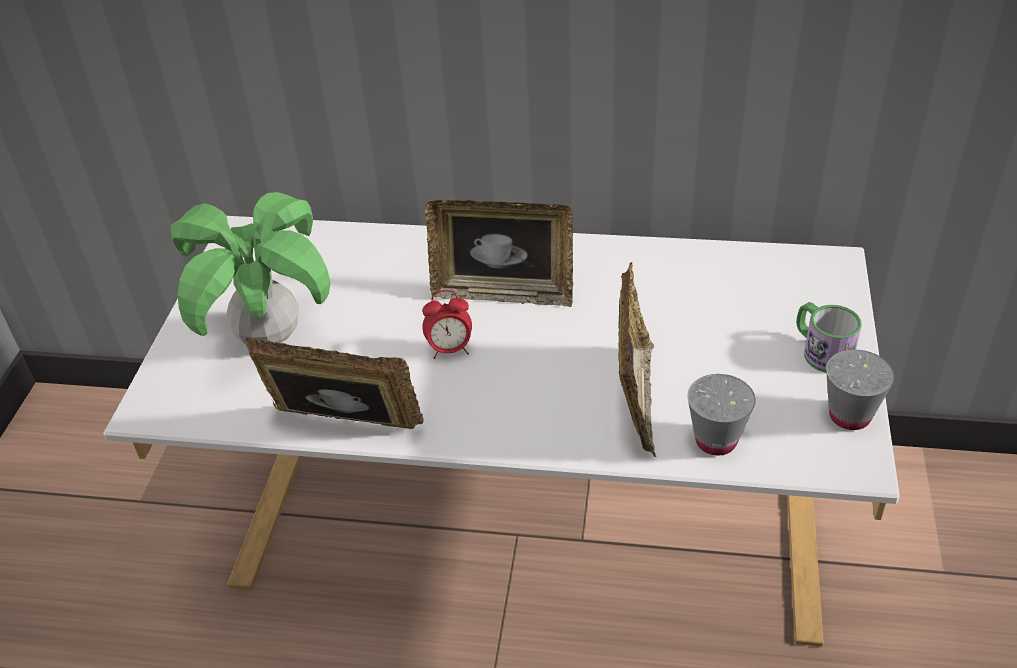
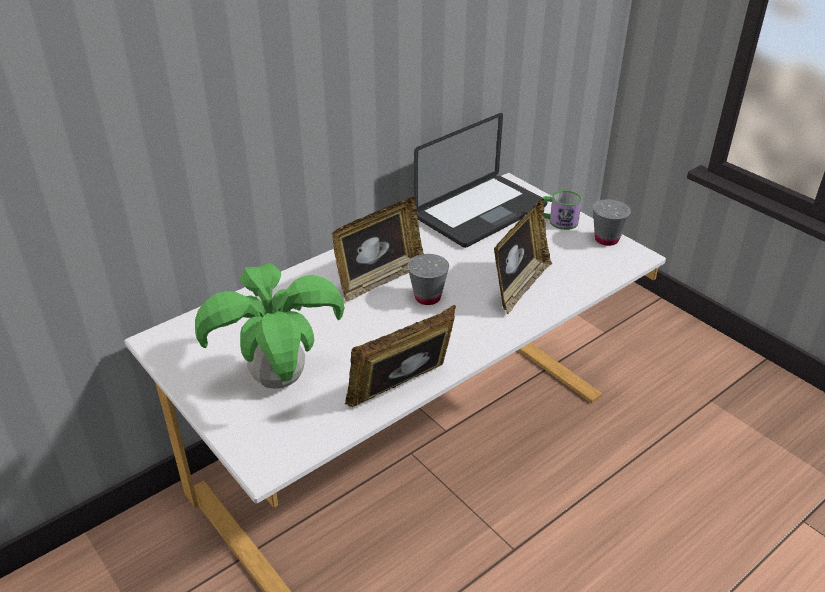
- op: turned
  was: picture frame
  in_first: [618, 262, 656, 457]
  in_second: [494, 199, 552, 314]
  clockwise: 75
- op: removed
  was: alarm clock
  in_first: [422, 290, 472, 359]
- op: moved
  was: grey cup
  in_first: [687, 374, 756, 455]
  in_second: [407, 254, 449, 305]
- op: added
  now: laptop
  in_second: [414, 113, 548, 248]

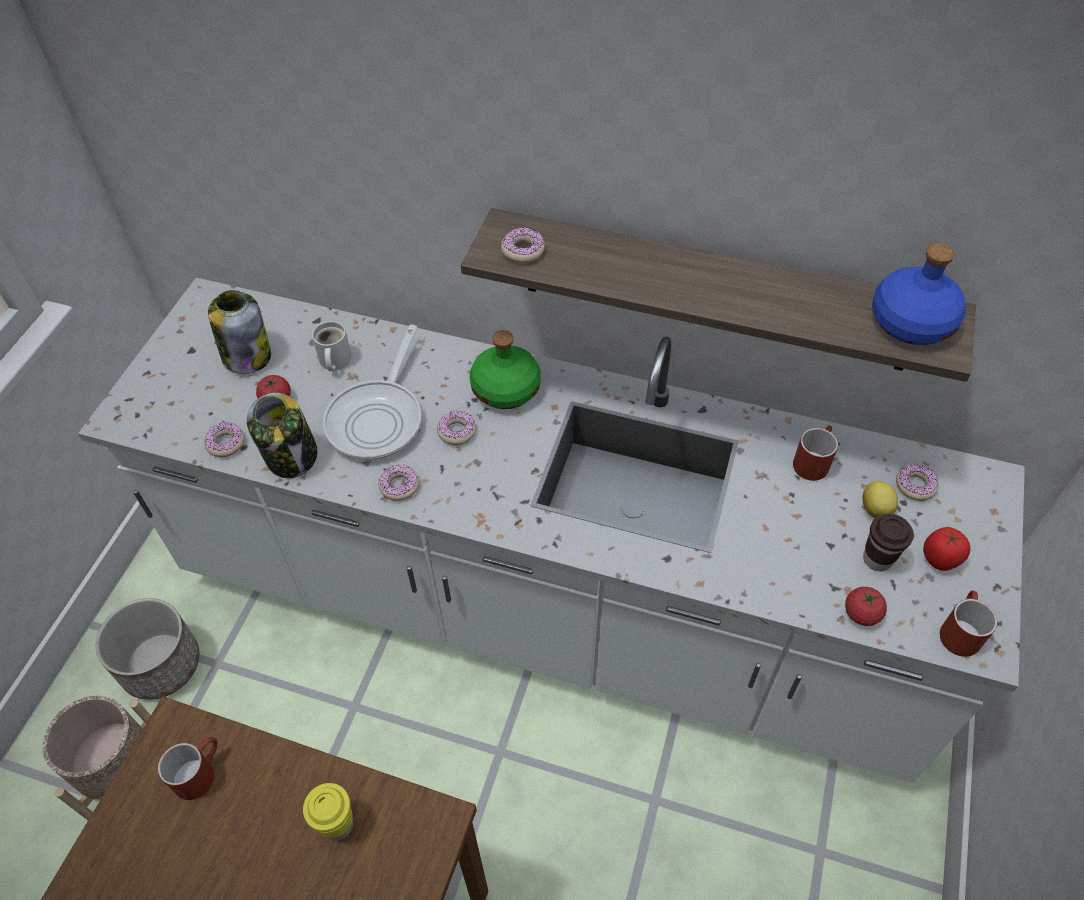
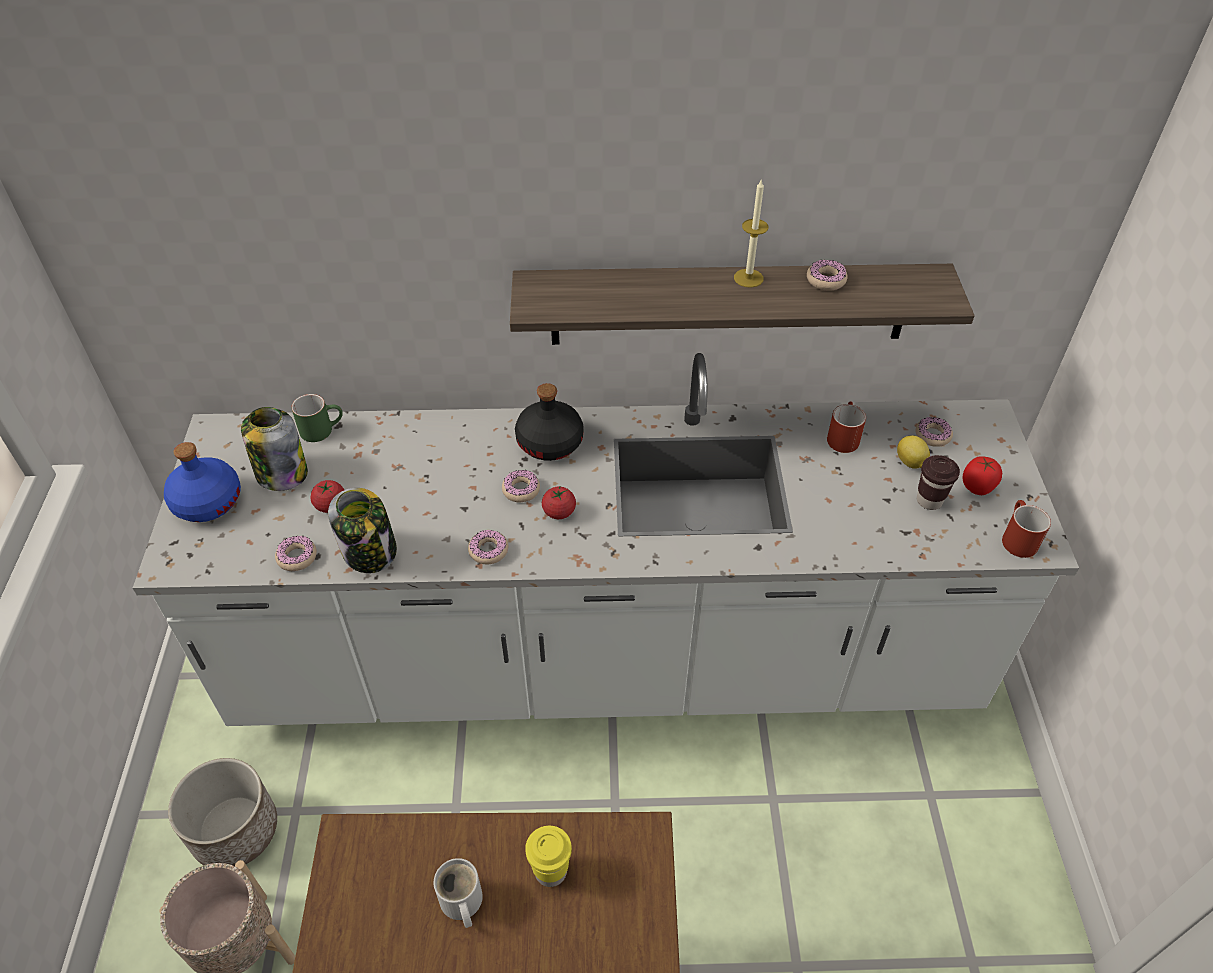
- op: moved
  was: donut
  in_first: [501, 227, 545, 263]
  in_second: [807, 260, 848, 291]
- op: moved
  was: blue bottle
  in_first: [872, 244, 966, 345]
  in_second: [164, 442, 241, 522]
- op: moved
  was: white mug
  in_first: [312, 321, 352, 371]
  in_second: [434, 858, 483, 928]
- op: removed
  was: frying pan
  in_first: [323, 325, 422, 460]
- op: recoloured
  was: green bottle
  now: black bottle
  in_first: [470, 330, 541, 409]
  in_second: [515, 383, 584, 461]
- op: moved
  was: tomato
  in_first: [845, 587, 887, 626]
  in_second: [542, 485, 576, 519]
- op: removed
  was: red mug
  in_first: [158, 737, 217, 800]
- op: added
  now: candle
  in_second: [734, 178, 768, 288]
- op: added
  now: green mug
  in_second: [291, 394, 343, 442]

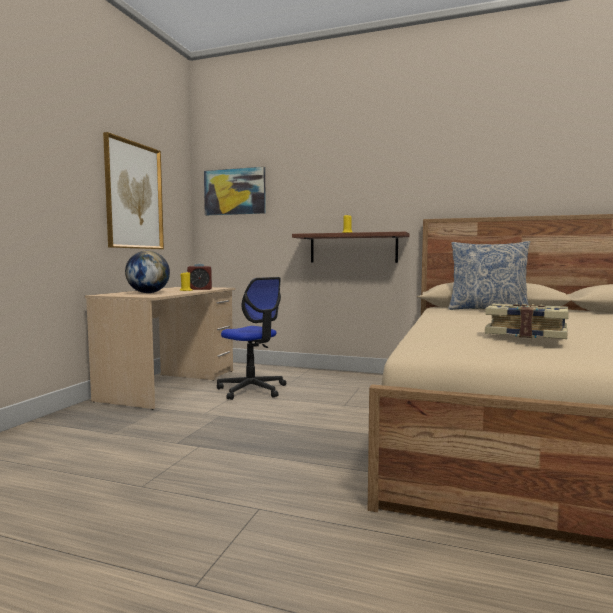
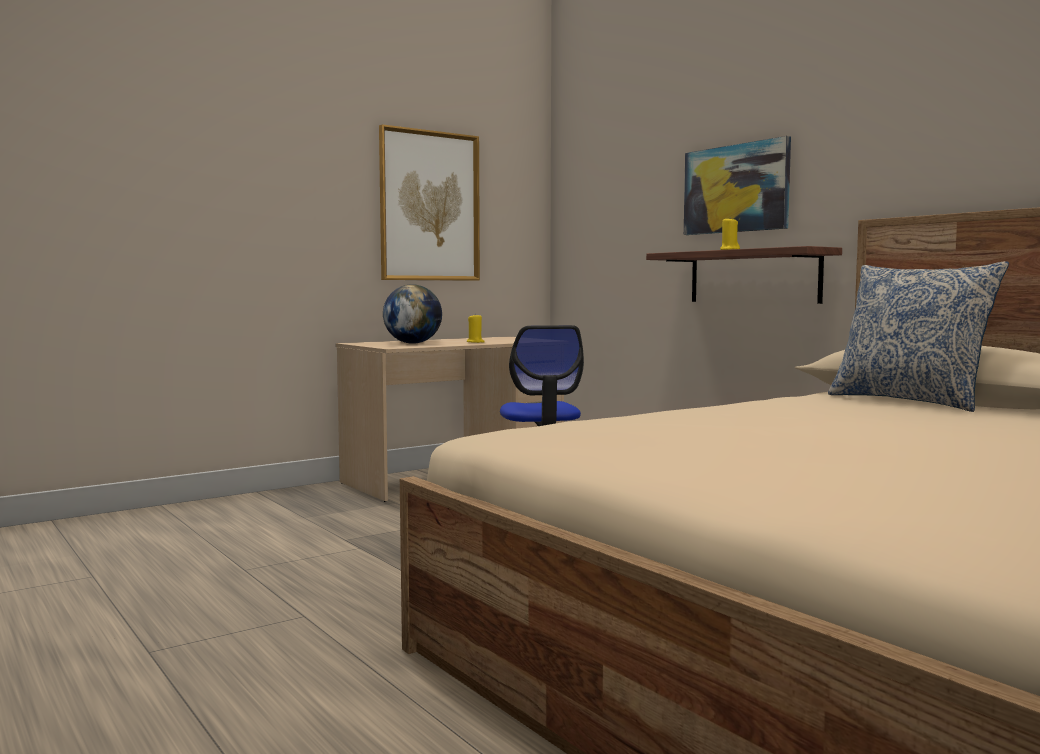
- op: moved
  was: picture
  in_first: [204, 167, 266, 215]
  in_second: [684, 136, 791, 235]
- op: removed
  was: alarm clock
  in_first: [187, 264, 212, 290]
- op: removed
  was: book
  in_first: [485, 303, 569, 339]

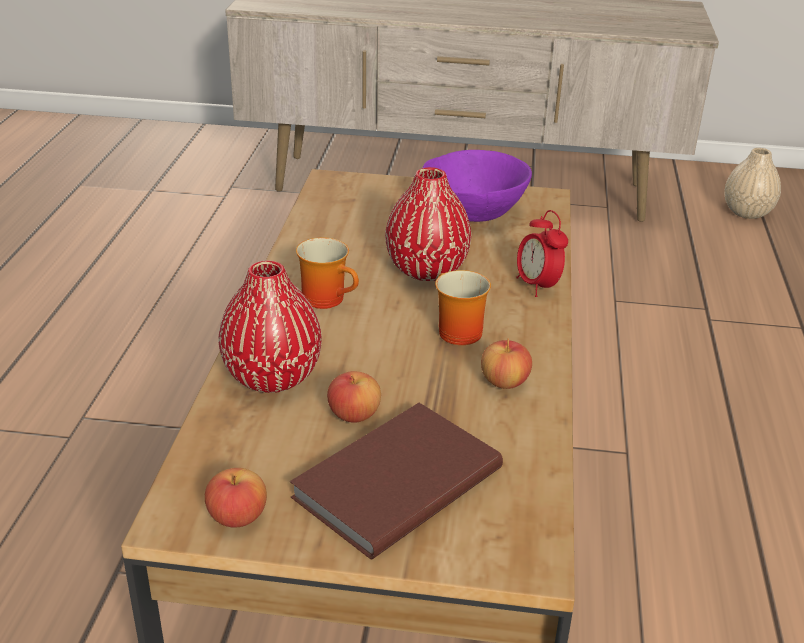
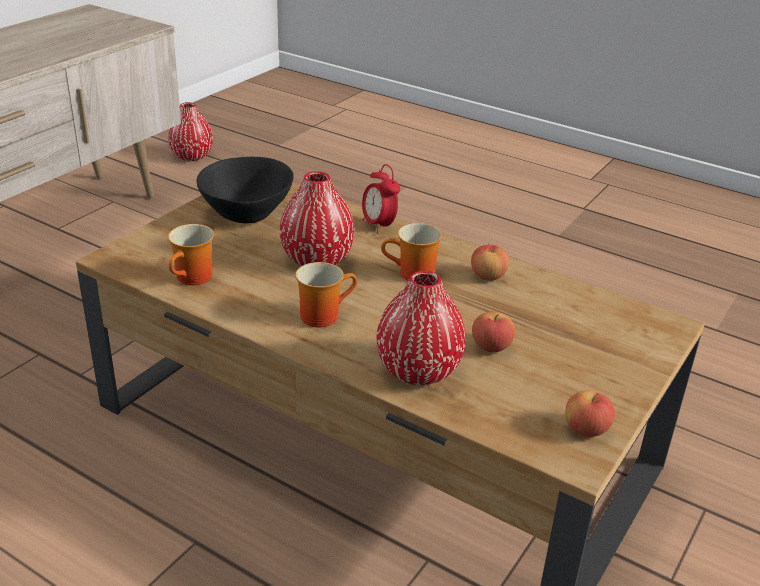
- op: recoloured
  was: beige vase
  now: red vase
  in_first: [725, 148, 781, 219]
  in_second: [168, 102, 213, 161]
- op: recoloured
  was: purple bowl
  now: black bowl
  in_first: [422, 150, 532, 222]
  in_second: [196, 157, 293, 223]
- op: turned
  was: alarm clock
  in_first: [516, 210, 568, 297]
  in_second: [362, 164, 400, 234]
  clockwise: 60
- op: removed
  was: brown book
  in_first: [290, 403, 503, 559]
- op: added
  now: mug
  in_second: [168, 224, 214, 285]

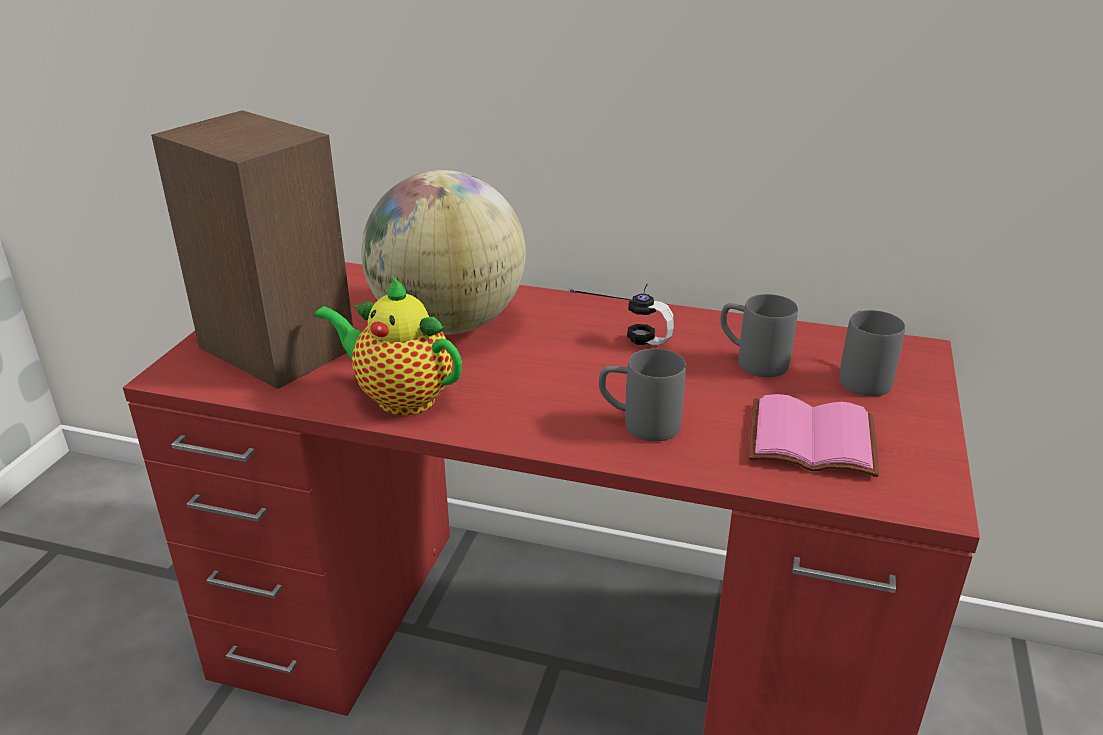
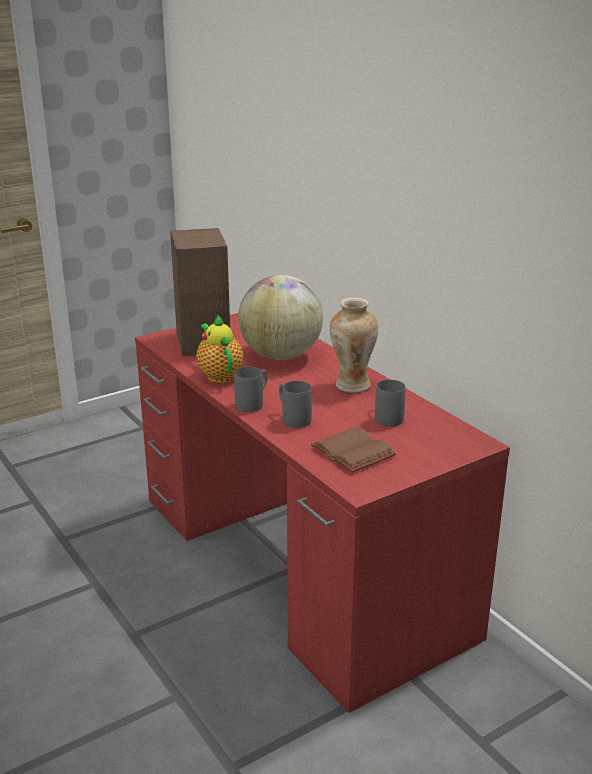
- op: replaced
  was: headphones
  now: vase
  in_first: [569, 283, 674, 345]
  in_second: [330, 298, 378, 393]
- op: moved
  was: grey mug
  in_first: [839, 310, 905, 396]
  in_second: [234, 367, 267, 412]
- op: recoloured
  was: pink book
  now: brown book
  in_first: [748, 394, 879, 477]
  in_second: [311, 427, 396, 473]

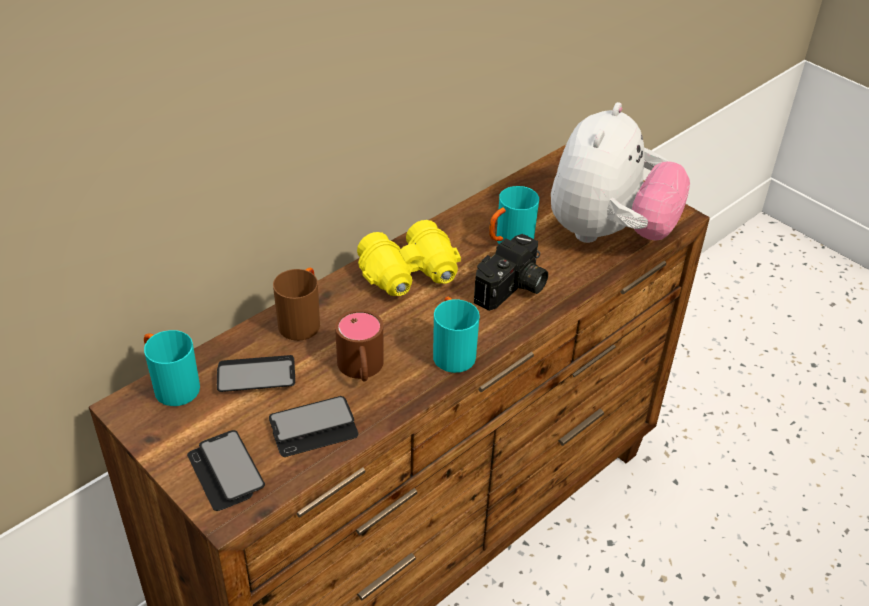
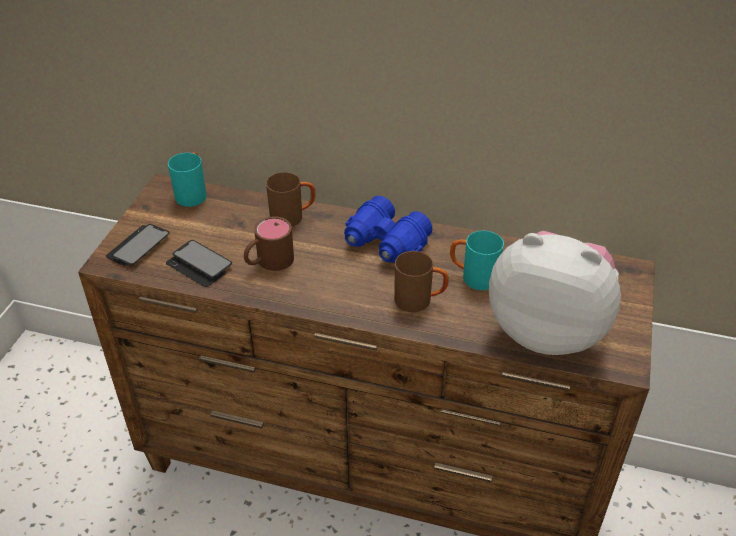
- op: turned
  was: plush toy
  in_first: [551, 102, 690, 243]
  in_second: [489, 231, 621, 355]
  clockwise: -150
- op: recoloured
  was: yellow binoculars
  now: blue binoculars
  in_first: [357, 220, 461, 296]
  in_second: [344, 196, 432, 263]
- op: replaced
  was: photo camera
  now: brown mug
  in_first: [474, 234, 548, 311]
  in_second: [394, 251, 449, 312]
- op: removed
  was: turquoise mug
  in_first: [433, 297, 480, 373]
- op: removed
  was: phone
  in_first: [217, 355, 295, 392]

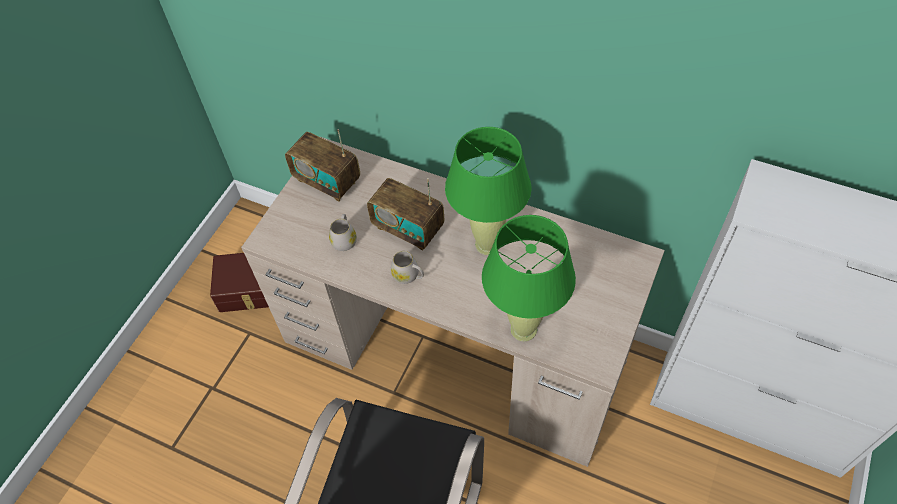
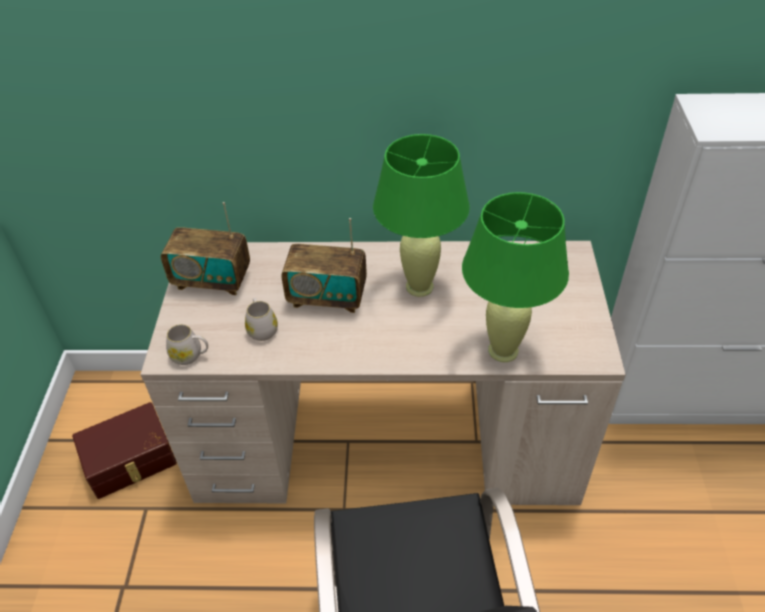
- op: moved
  was: white mug
  in_first: [391, 251, 424, 284]
  in_second: [166, 324, 208, 365]

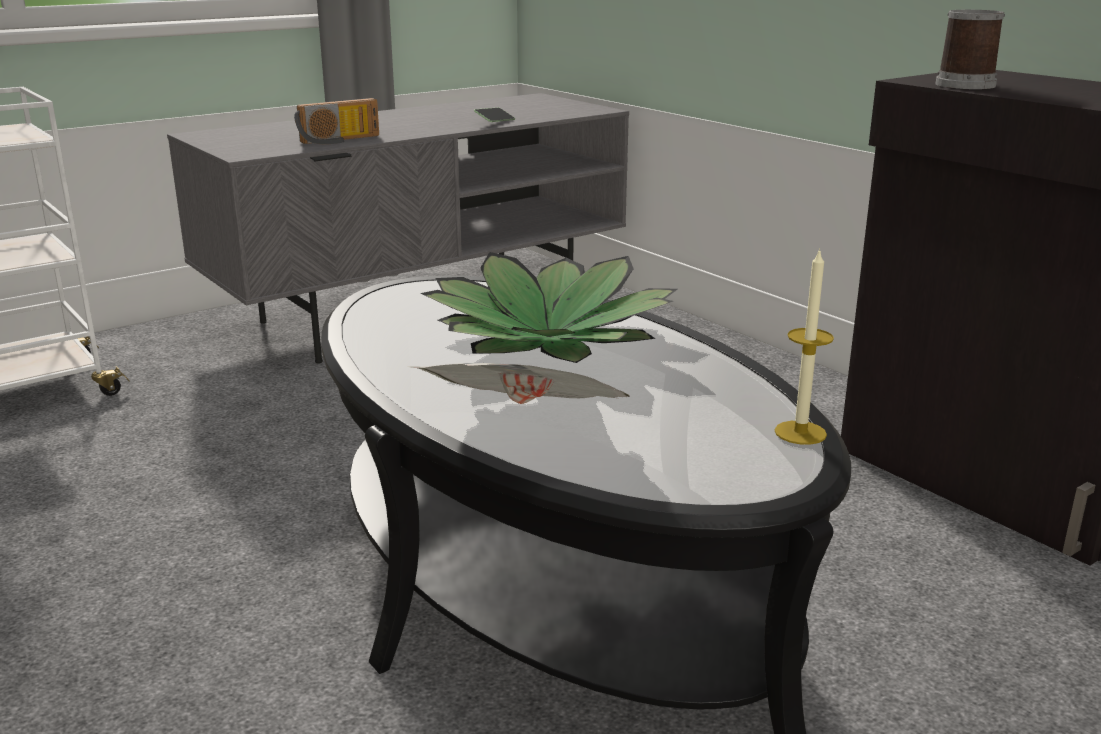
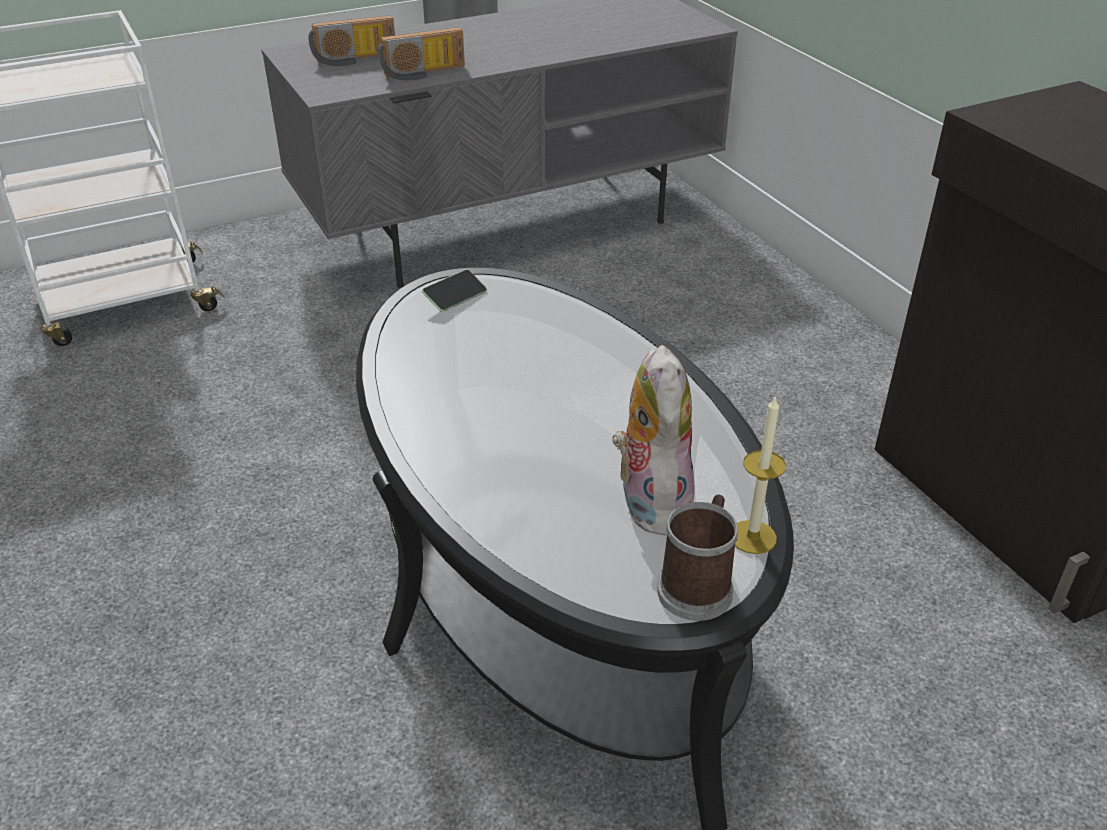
- op: moved
  was: mug
  in_first: [935, 10, 1005, 89]
  in_second: [657, 495, 738, 621]
- op: moved
  was: phone
  in_first: [474, 108, 515, 122]
  in_second: [422, 269, 487, 312]
- op: removed
  was: potted plant
  in_first: [421, 252, 678, 363]
- op: removed
  was: newspaper
  in_first: [408, 363, 630, 404]
- op: added
  now: radio
  in_second: [308, 15, 395, 66]
- op: added
  now: plush toy
  in_second: [613, 345, 695, 536]

